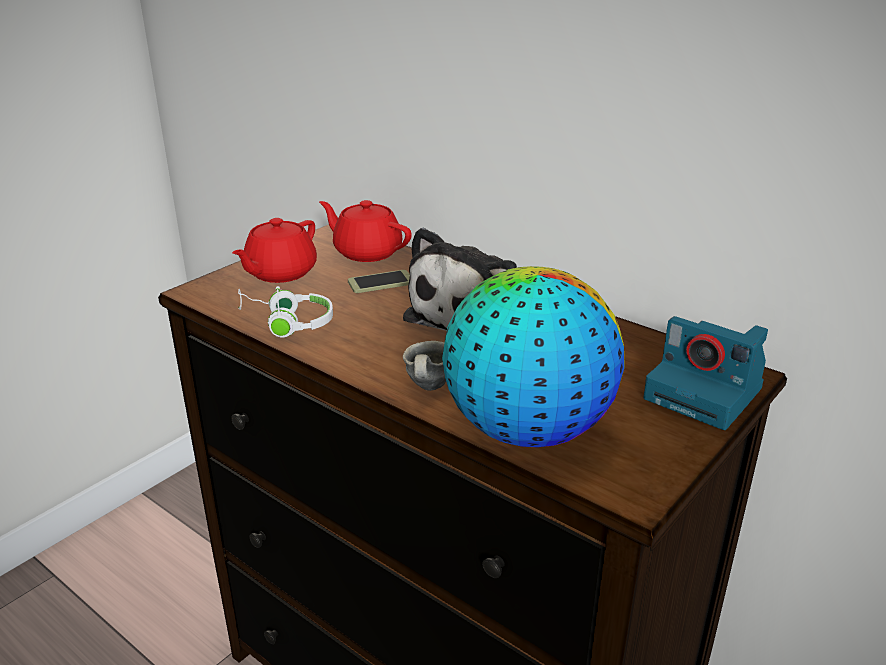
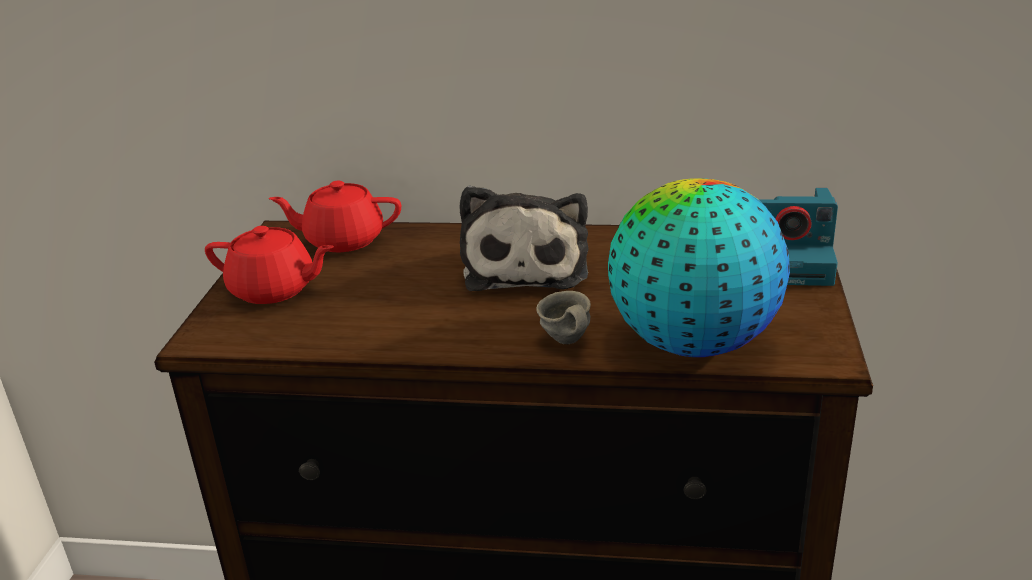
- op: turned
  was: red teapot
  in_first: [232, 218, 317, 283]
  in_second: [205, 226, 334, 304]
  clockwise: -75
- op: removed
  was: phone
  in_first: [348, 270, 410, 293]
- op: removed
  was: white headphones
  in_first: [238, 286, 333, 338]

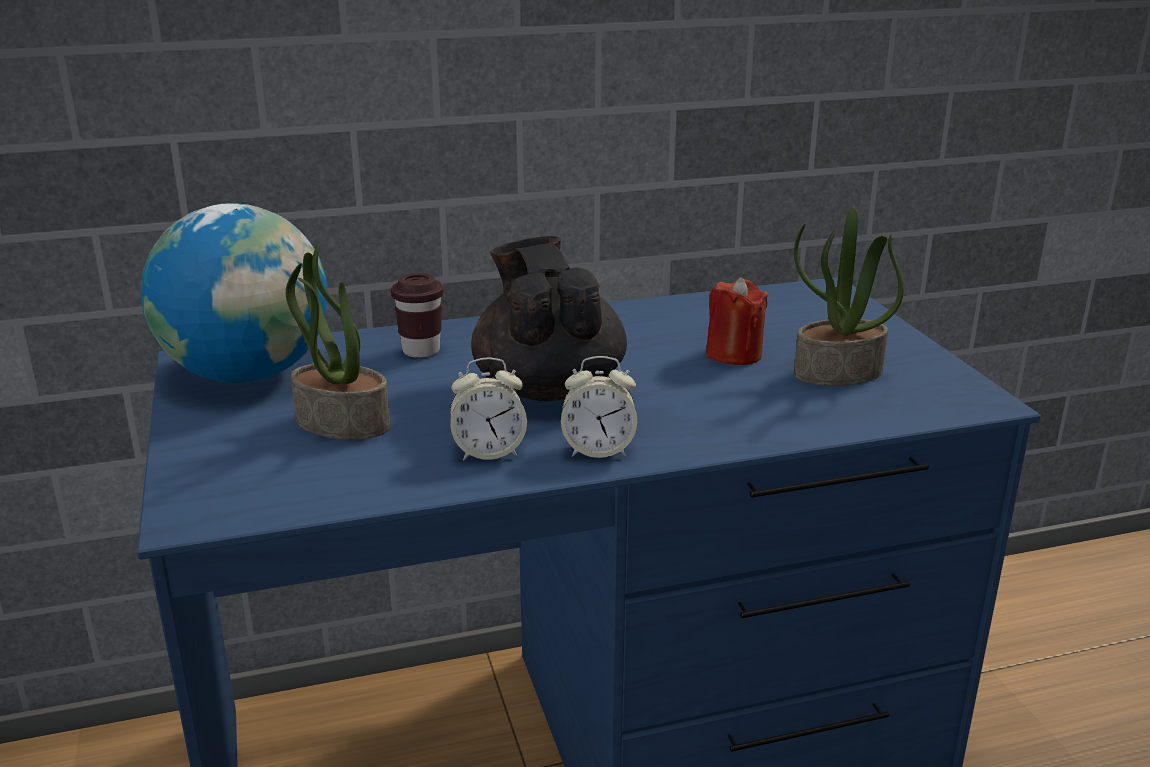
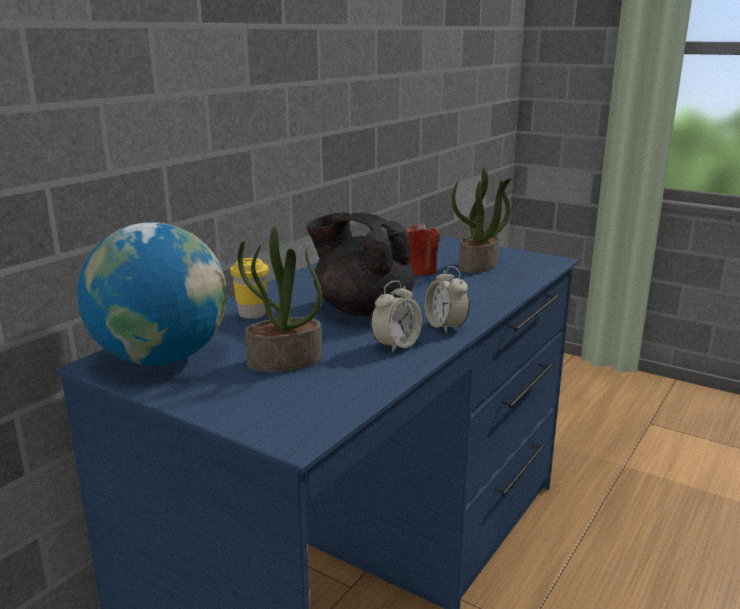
- op: recoloured
  was: brown cup
  now: yellow cup
  in_first: [391, 273, 444, 358]
  in_second: [230, 258, 269, 319]
- op: turned
  was: alarm clock
  in_first: [561, 356, 637, 458]
  in_second: [425, 266, 470, 334]
  clockwise: 105

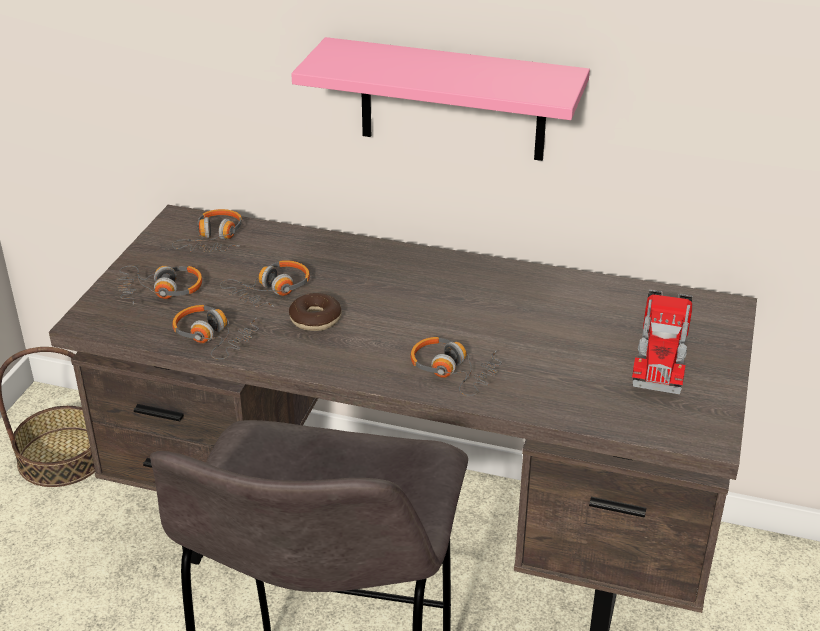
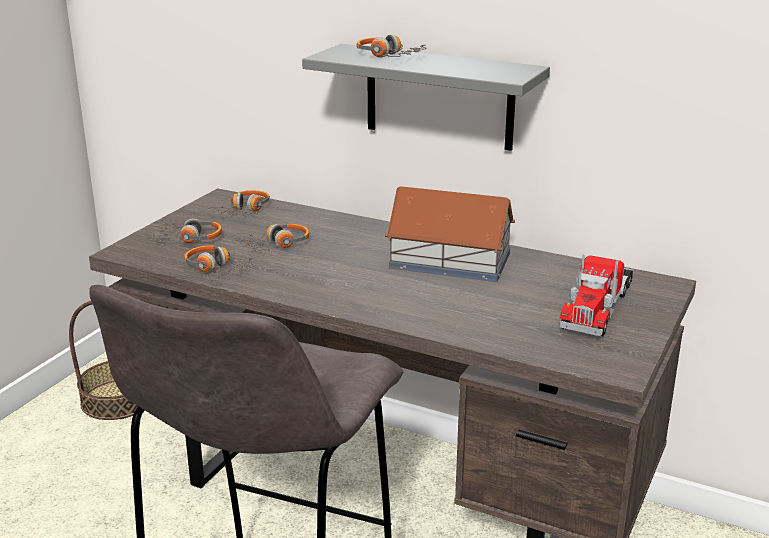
- op: recoloured
  was: pink shelf
  now: grey shelf
  in_first: [291, 37, 590, 161]
  in_second: [302, 44, 550, 151]
- op: removed
  was: donut
  in_first: [289, 293, 341, 331]
- op: moved
  was: headphones
  in_first: [410, 337, 502, 396]
  in_second: [357, 34, 427, 58]
- op: added
  now: toy house
  in_second: [385, 186, 515, 282]

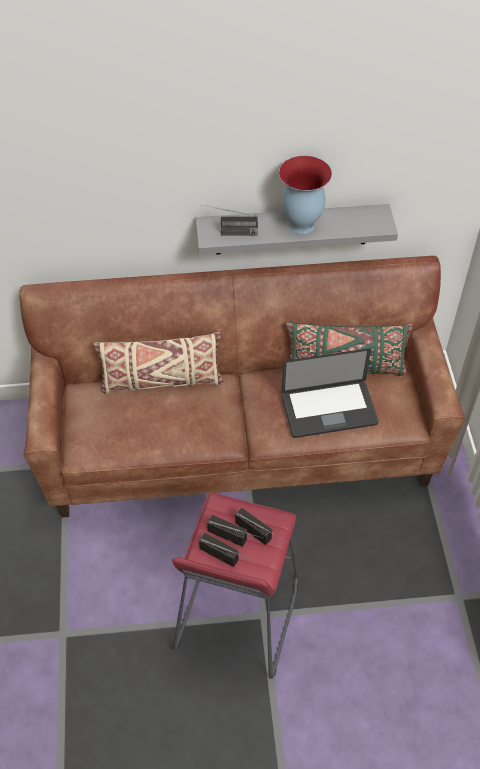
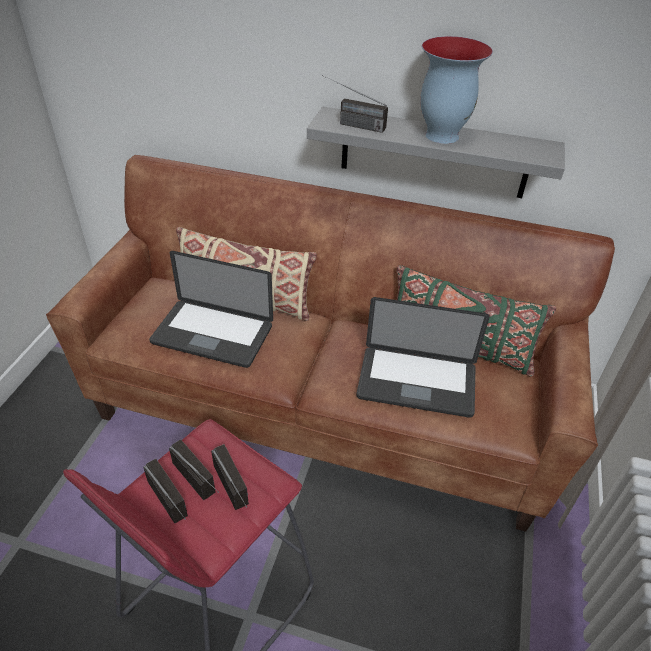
- op: added
  now: laptop
  in_second: [149, 251, 273, 368]

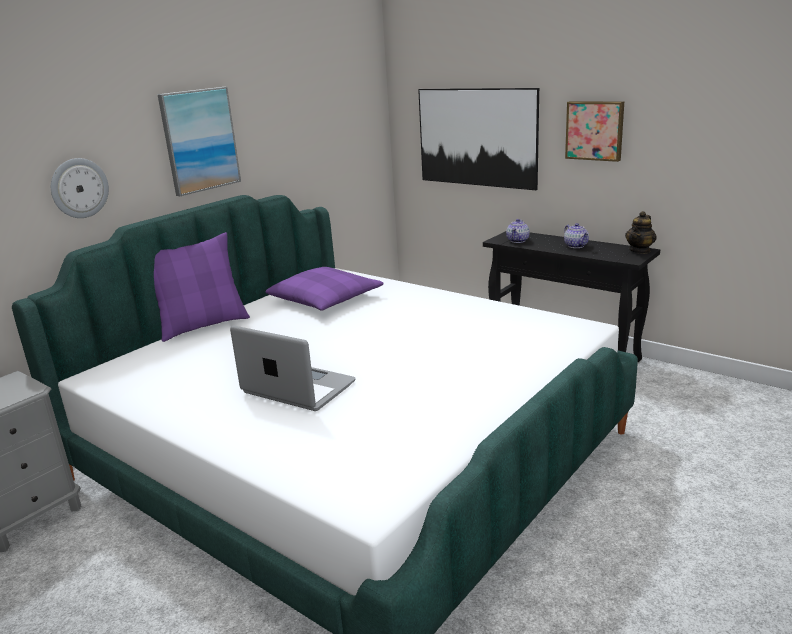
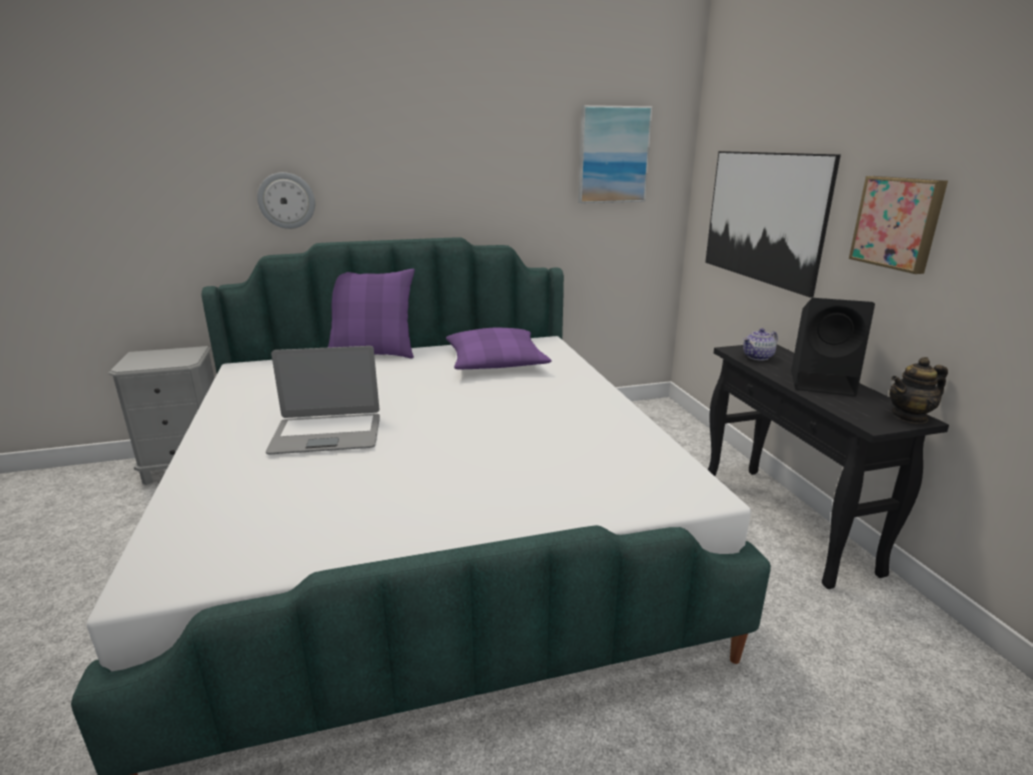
- op: moved
  was: picture
  in_first: [157, 87, 241, 196]
  in_second: [578, 105, 653, 203]
- op: replaced
  was: teapot
  now: black speaker
  in_first: [564, 223, 589, 248]
  in_second: [791, 298, 875, 397]
- op: turned
  was: laptop
  in_first: [230, 325, 356, 411]
  in_second: [266, 346, 380, 454]
  clockwise: 105

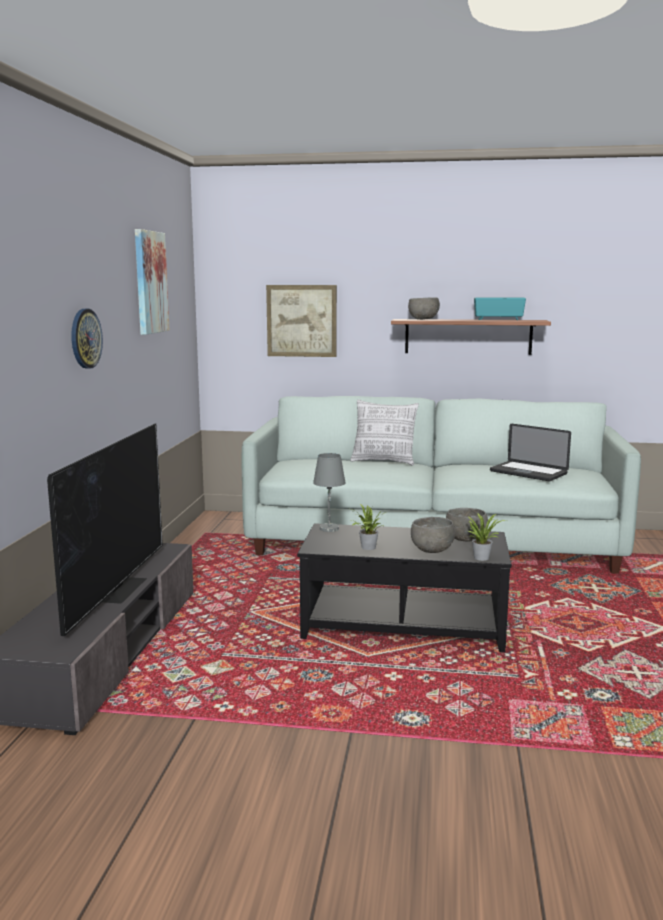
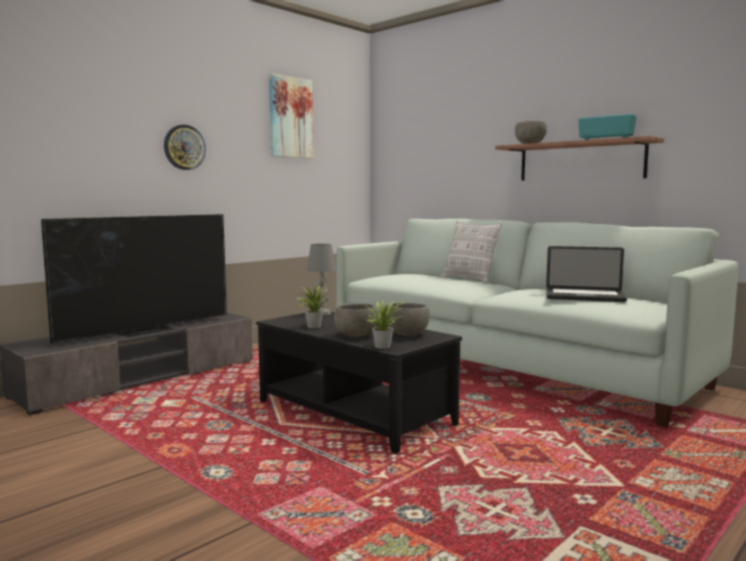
- op: removed
  was: picture
  in_first: [266, 285, 337, 357]
- op: turned
  was: laptop
  in_first: [490, 424, 571, 481]
  in_second: [546, 246, 627, 302]
  clockwise: -60

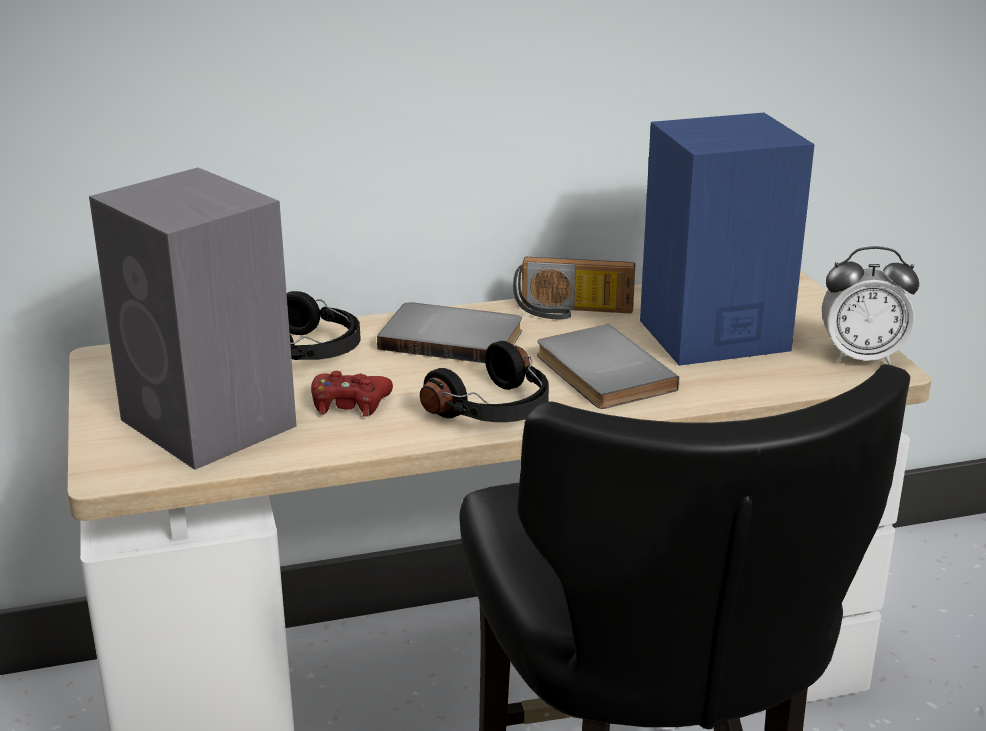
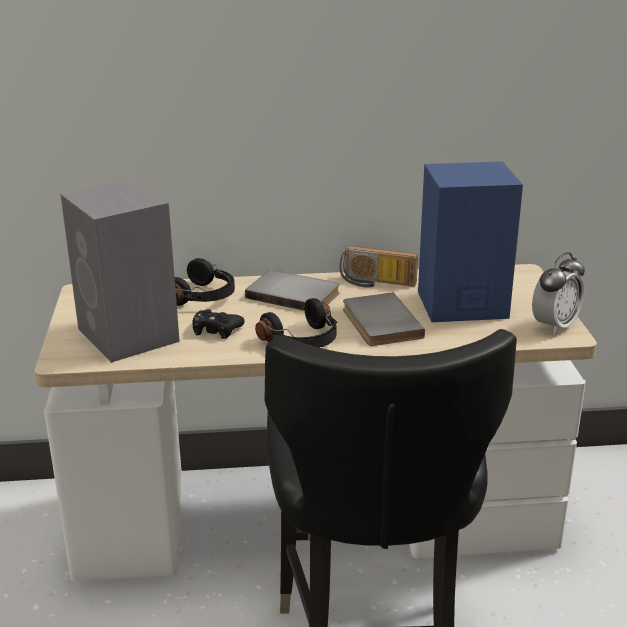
- op: turned
  was: alarm clock
  in_first: [822, 246, 919, 365]
  in_second: [532, 252, 585, 335]
  clockwise: -60
- op: recoloured
  was: red game controller
  now: black game controller
  in_first: [311, 371, 393, 416]
  in_second: [192, 309, 244, 339]

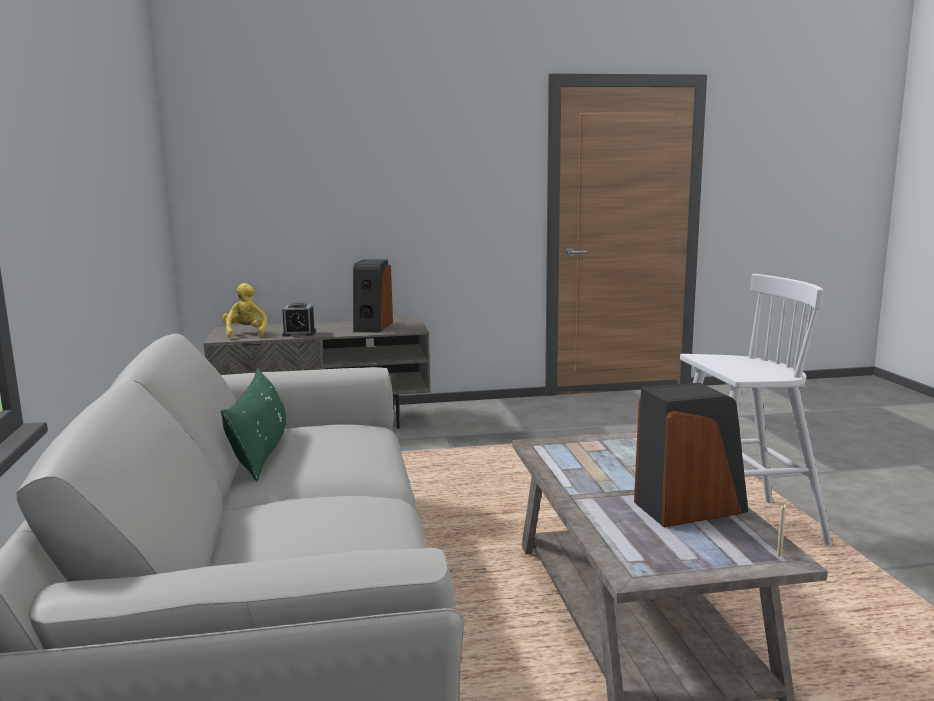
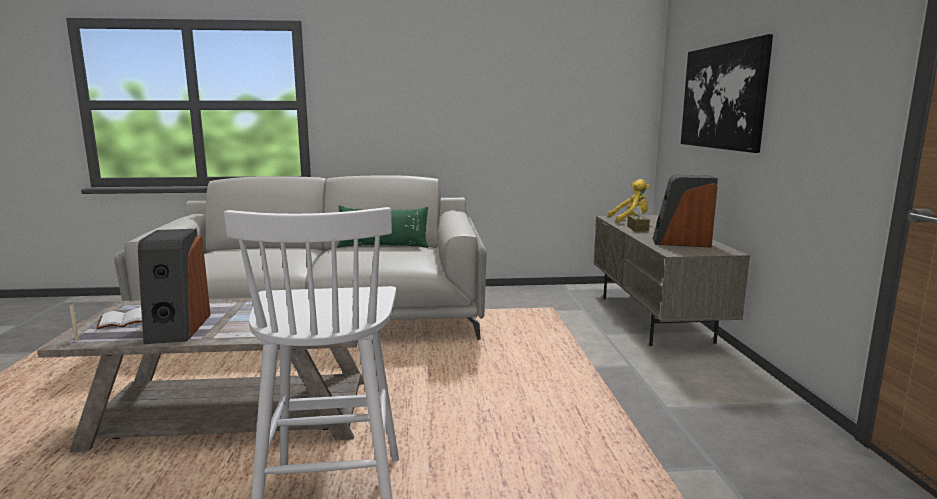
- op: replaced
  was: alarm clock
  now: brown tissue box
  in_first: [282, 303, 316, 337]
  in_second: [627, 206, 650, 232]
- op: added
  now: picture
  in_second: [681, 34, 773, 153]
- op: added
  now: white book
  in_second: [96, 308, 142, 329]

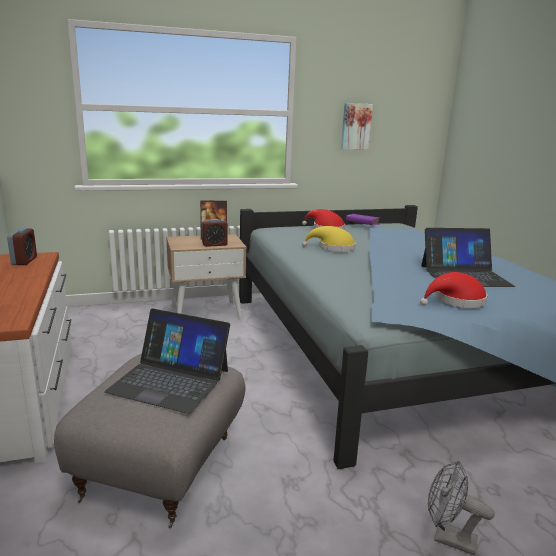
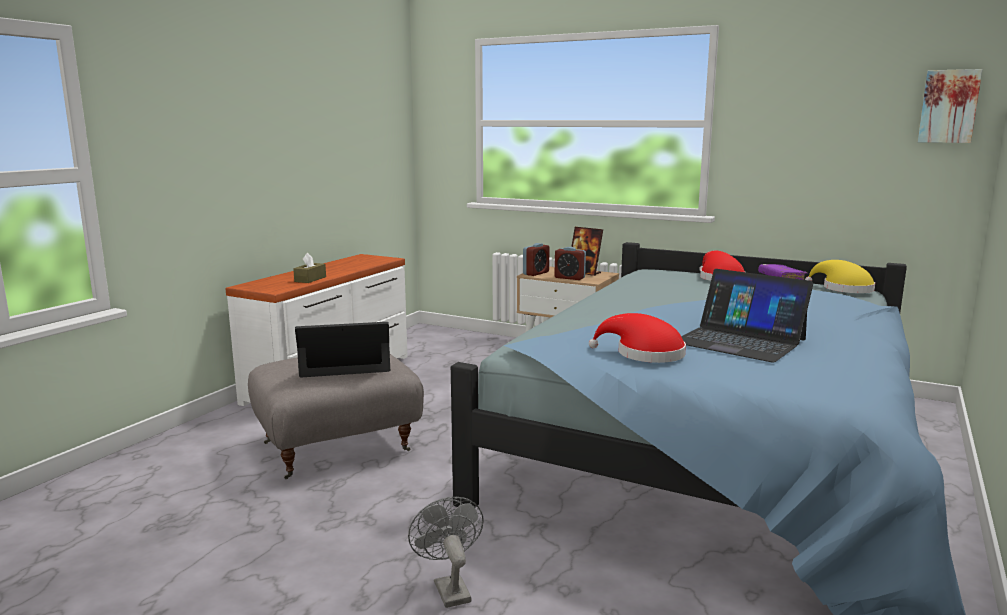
- op: moved
  was: picture
  in_first: [341, 103, 373, 150]
  in_second: [918, 69, 983, 143]
- op: moved
  was: yellow hat
  in_first: [302, 226, 356, 252]
  in_second: [805, 260, 875, 293]
- op: moved
  was: alarm clock
  in_first: [7, 228, 37, 265]
  in_second: [523, 243, 550, 276]
- op: turned
  was: laptop
  in_first: [104, 309, 230, 414]
  in_second: [295, 322, 390, 377]
  clockwise: 105
- op: added
  now: brown tissue box
  in_second: [293, 253, 326, 283]

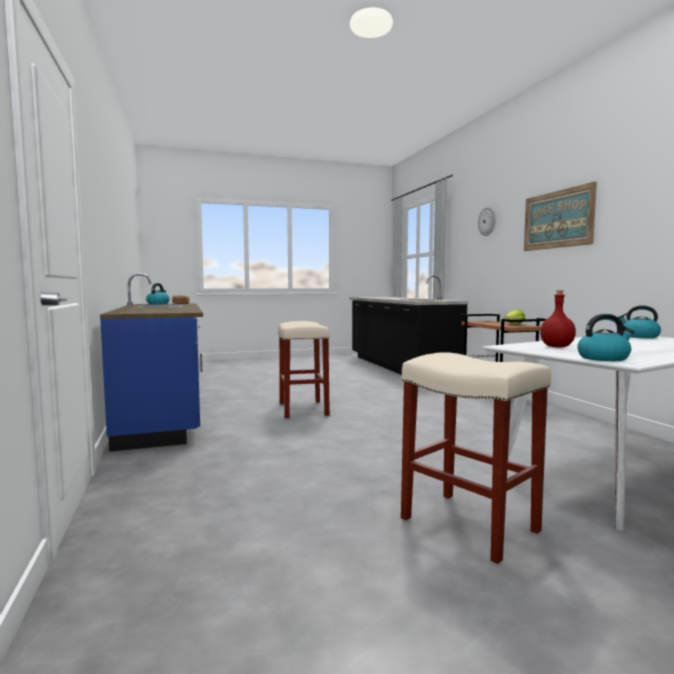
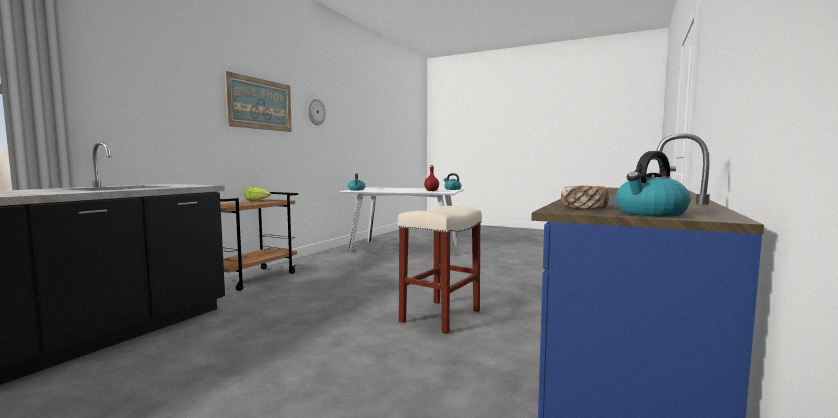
- op: moved
  was: wall clock
  in_first: [478, 207, 496, 236]
  in_second: [308, 99, 326, 125]
- op: removed
  was: beige stool
  in_first: [401, 352, 551, 564]

